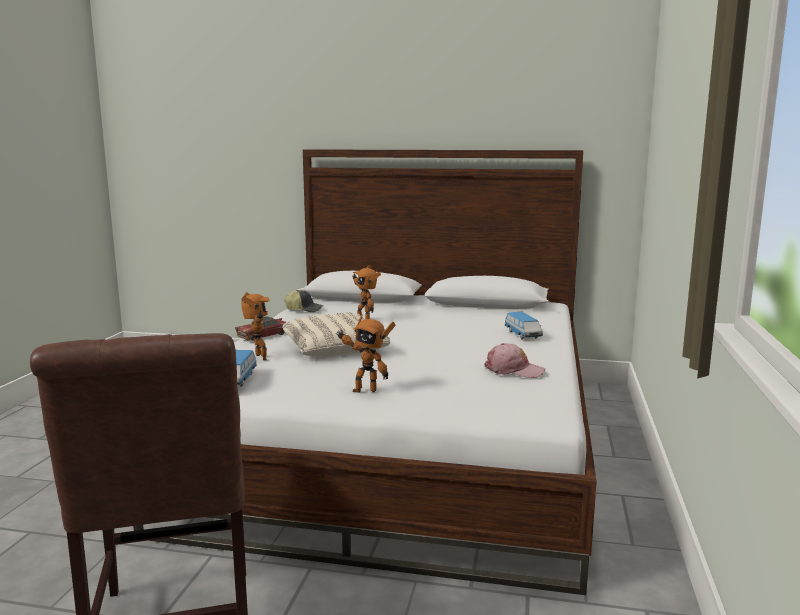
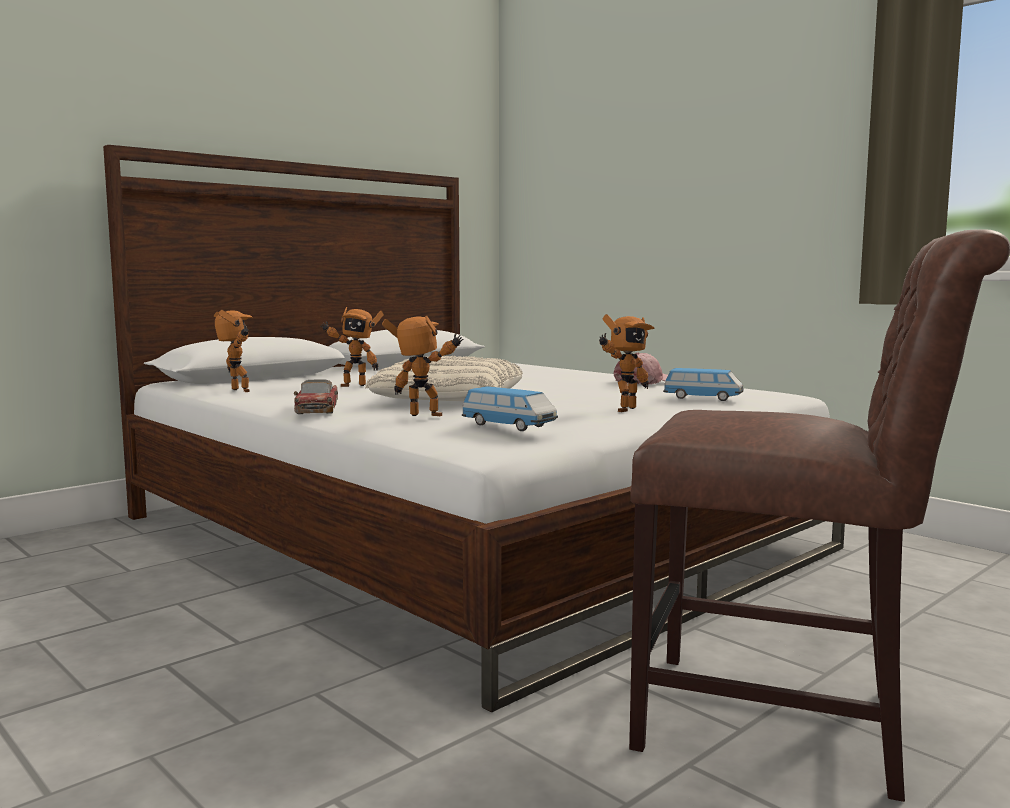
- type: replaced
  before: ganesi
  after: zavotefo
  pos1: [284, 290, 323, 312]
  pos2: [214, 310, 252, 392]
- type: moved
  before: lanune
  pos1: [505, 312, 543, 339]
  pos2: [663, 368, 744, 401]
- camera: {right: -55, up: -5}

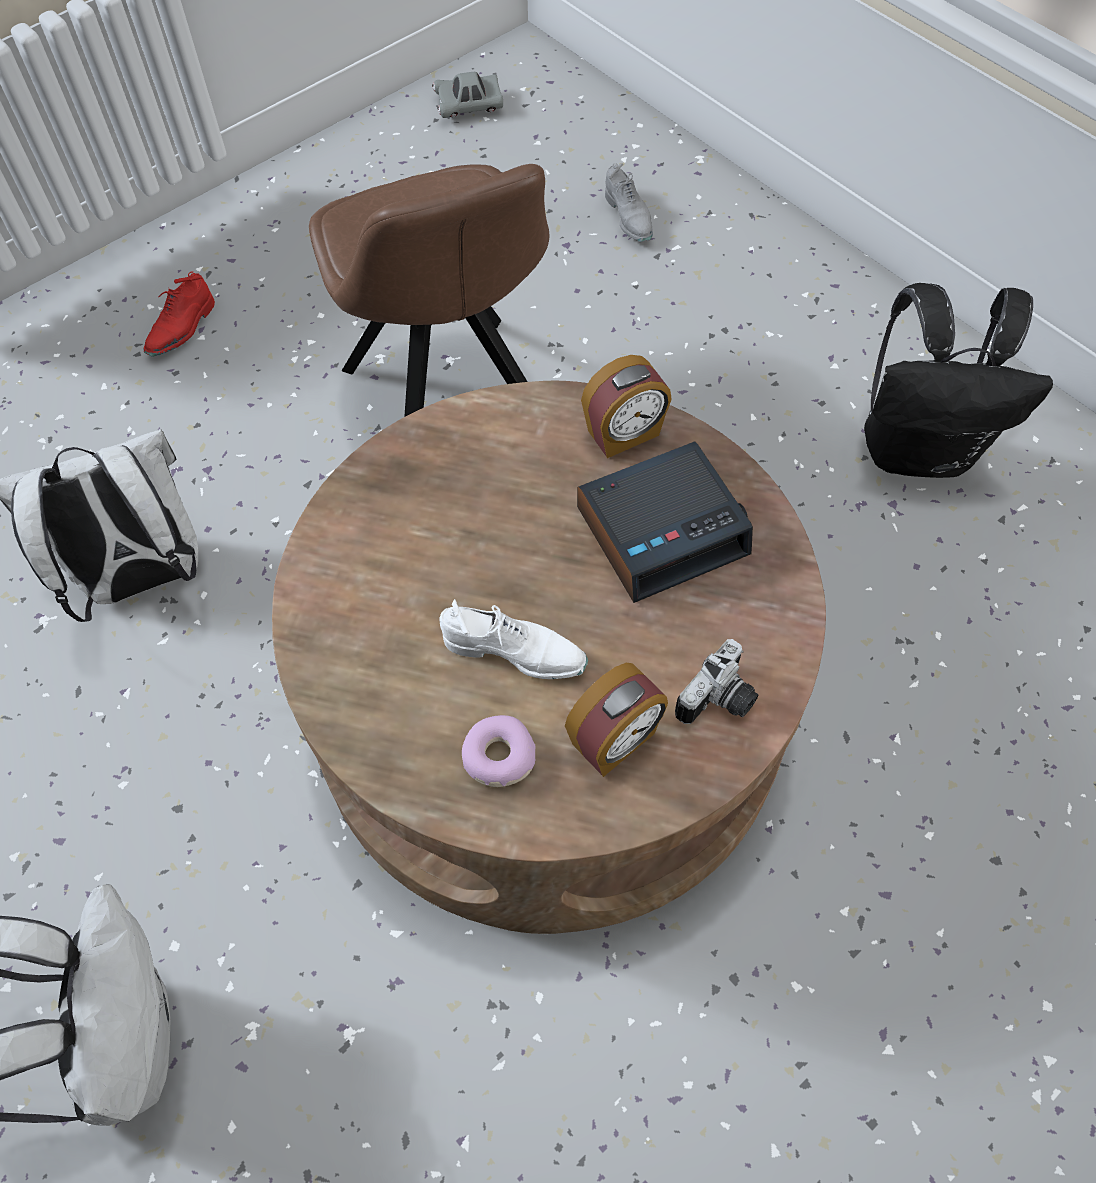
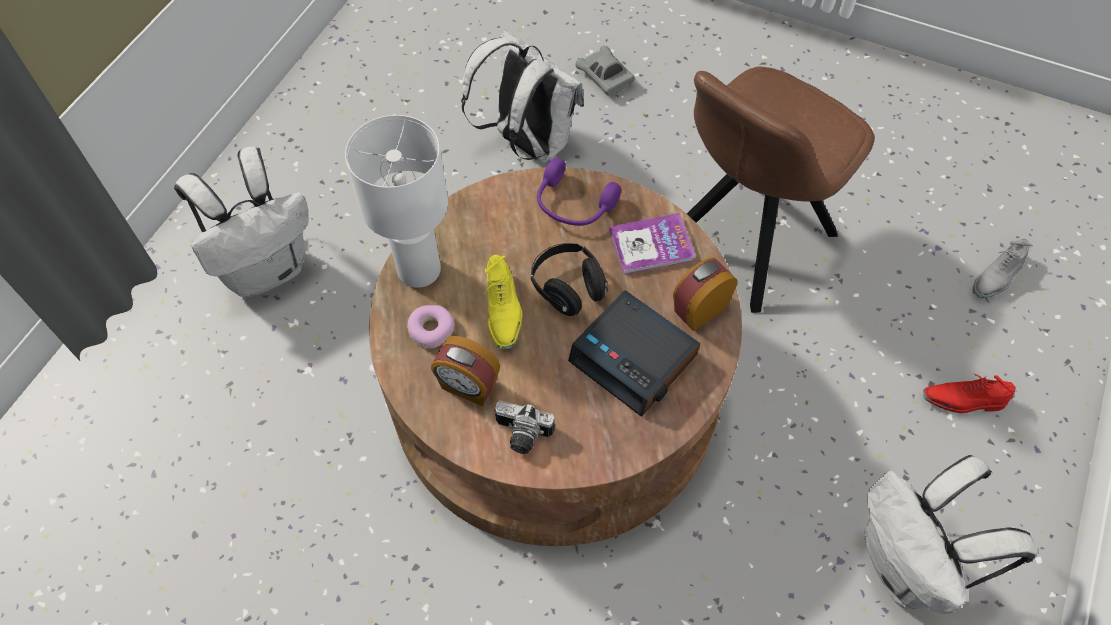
- type: added
  after: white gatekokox
  pos2: [345, 115, 448, 288]
- type: recoloured
  before: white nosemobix
  after: yellow nosemobix
  pos1: [439, 600, 588, 679]
  pos2: [485, 255, 522, 349]
- type: added
  after: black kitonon
  pos2: [531, 243, 608, 316]
- type: added
  after: purple kitonon
  pos2: [537, 158, 621, 226]
- type: moved
  before: grey lanune
  pos1: [432, 72, 503, 118]
  pos2: [576, 46, 635, 95]
- type: added
  after: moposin
  pos2: [609, 213, 696, 275]
- type: turned
  before: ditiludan
  pos1: [581, 355, 672, 458]
  pos2: [673, 257, 737, 331]
  turn: 105
- type: recoloured
  before: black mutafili
  after: white mutafili
  pos1: [864, 283, 1053, 478]
  pos2: [864, 455, 1037, 614]
- type: moved
  before: red nosemobix
  pos1: [143, 271, 215, 357]
  pos2: [923, 374, 1016, 413]
- camera: {right: 65, up: 0}

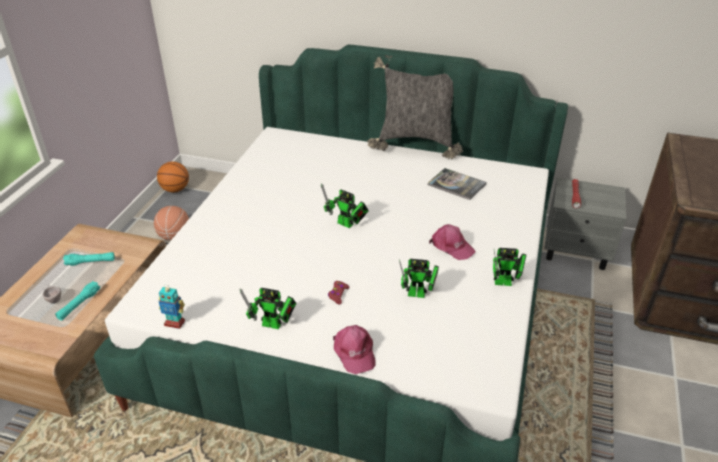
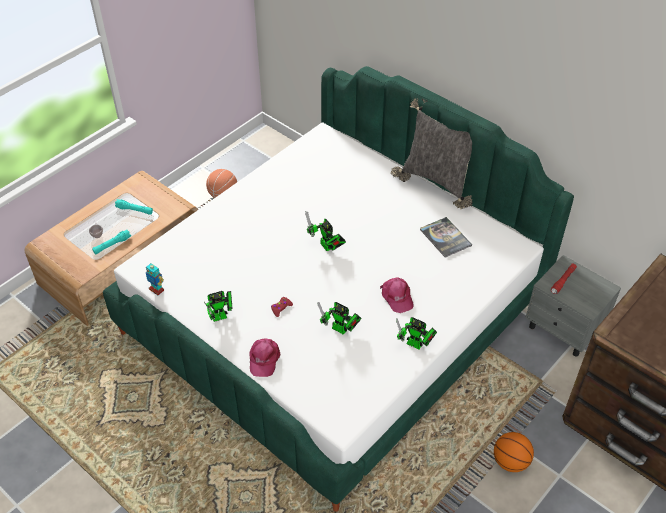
- type: turned
  before: zavotefo
  pos1: [240, 288, 296, 329]
  pos2: [204, 291, 232, 322]
  turn: -60
- type: moved
  before: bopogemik
  pos1: [157, 162, 189, 192]
  pos2: [494, 432, 534, 472]
- camera: {right: 25, up: 10}

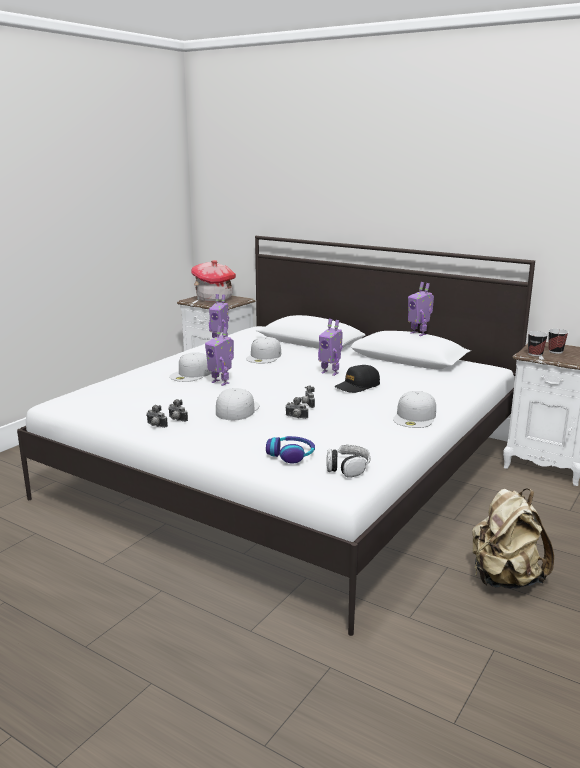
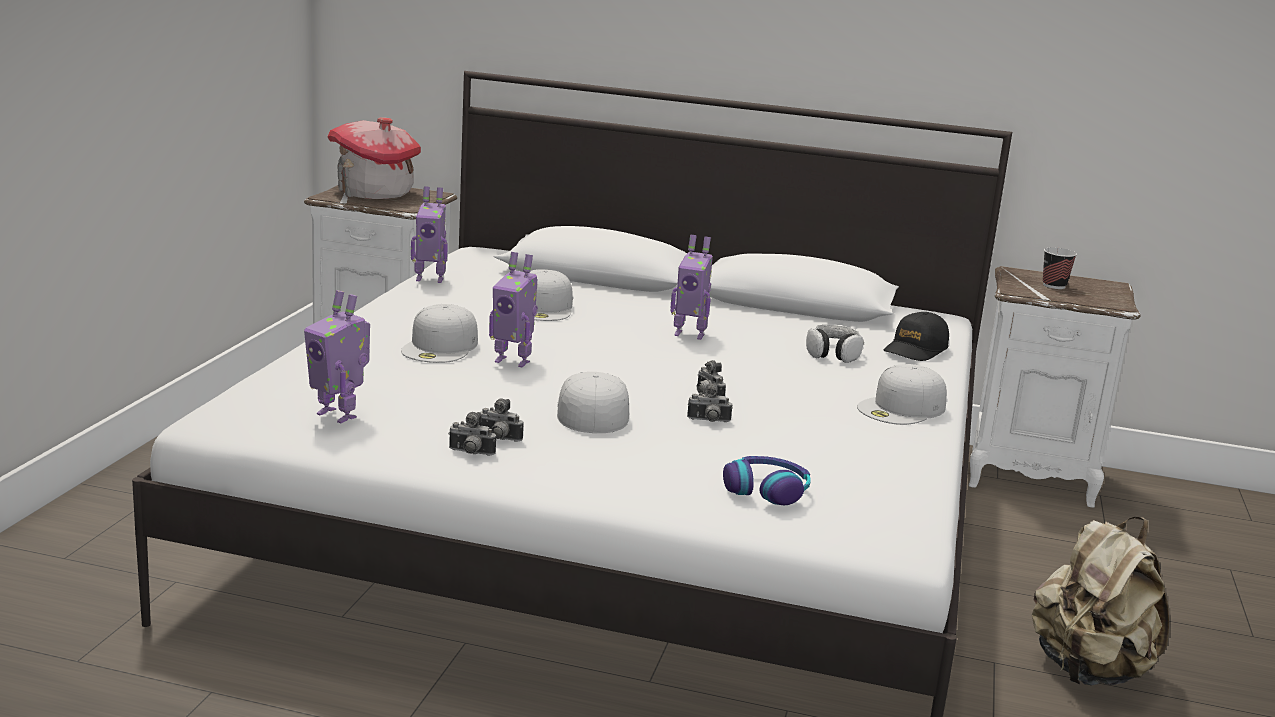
- type: moved
  before: zavotefo
  pos1: [408, 282, 434, 336]
  pos2: [304, 290, 370, 423]
- type: moved
  before: kitonon
  pos1: [327, 445, 370, 478]
  pos2: [806, 324, 864, 363]
- type: turned
  before: white ganesi
  pos1: [393, 391, 436, 428]
  pos2: [857, 364, 947, 425]
  turn: 45
- type: moved
  before: black ganesi
  pos1: [335, 365, 380, 393]
  pos2: [884, 312, 949, 361]
- type: removed
  before: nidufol
  pos1: [528, 331, 548, 356]
- camera: {right: -20, up: 0}

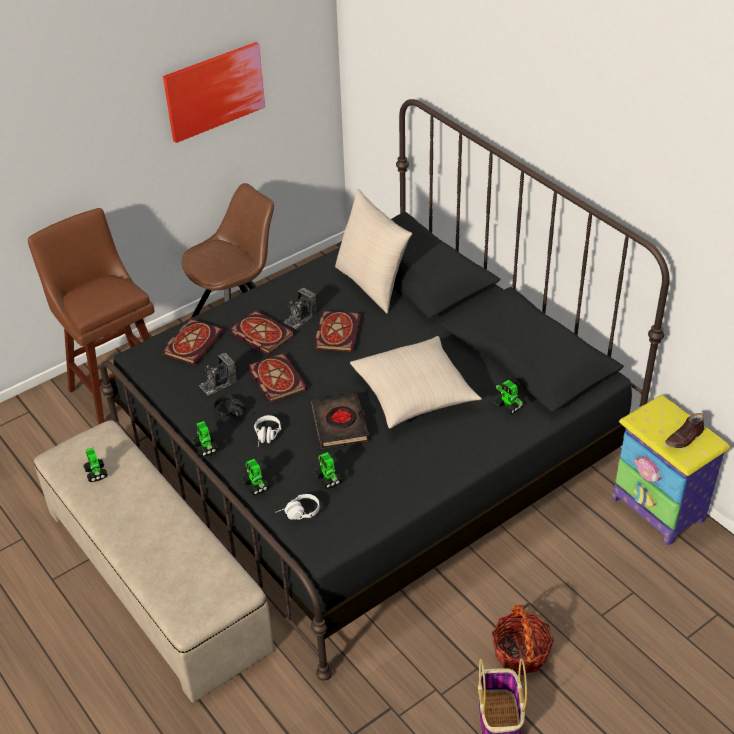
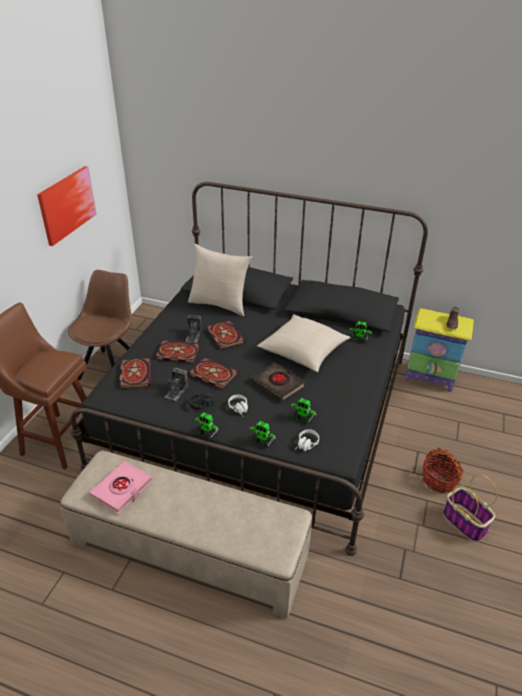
- type: replaced
  before: zavotefo
  after: pink moposin
  pos1: [83, 448, 108, 482]
  pos2: [89, 461, 153, 514]
- camera: {right: -35, up: -5}

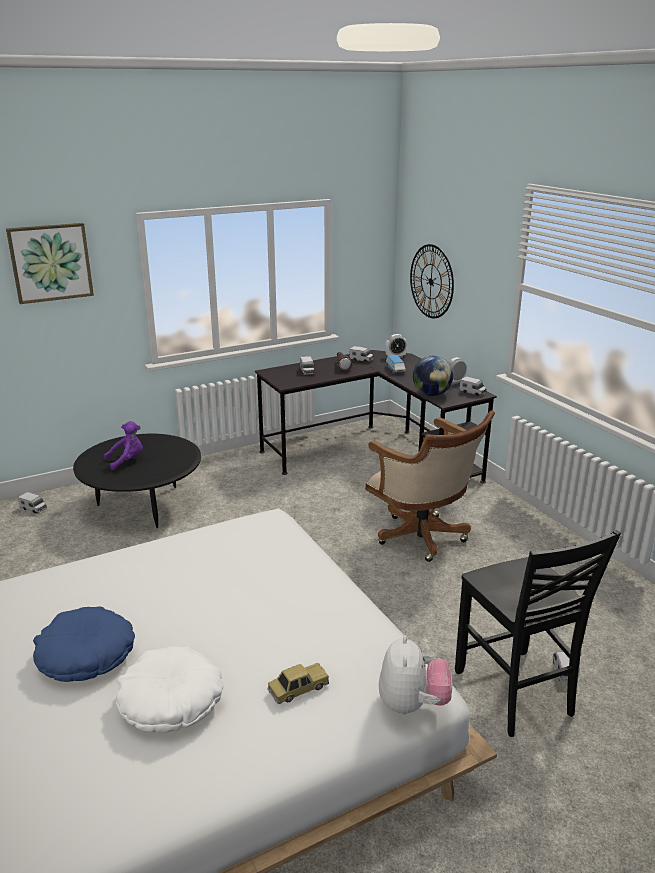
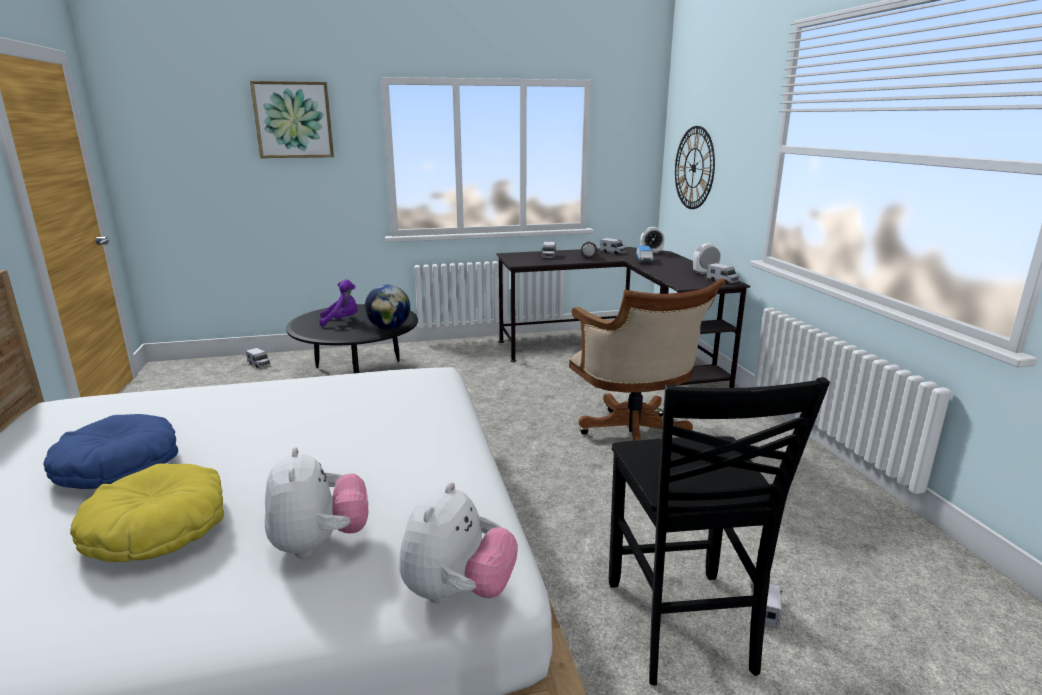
- type: recoloured
  before: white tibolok
  after: yellow tibolok
  pos1: [116, 646, 224, 733]
  pos2: [70, 463, 224, 562]
- type: replaced
  before: lanune
  after: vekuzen
  pos1: [268, 663, 329, 704]
  pos2: [265, 447, 368, 558]
- type: moved
  before: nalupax
  pos1: [413, 356, 453, 396]
  pos2: [365, 284, 410, 329]
- camera: {right: 15, up: -5}

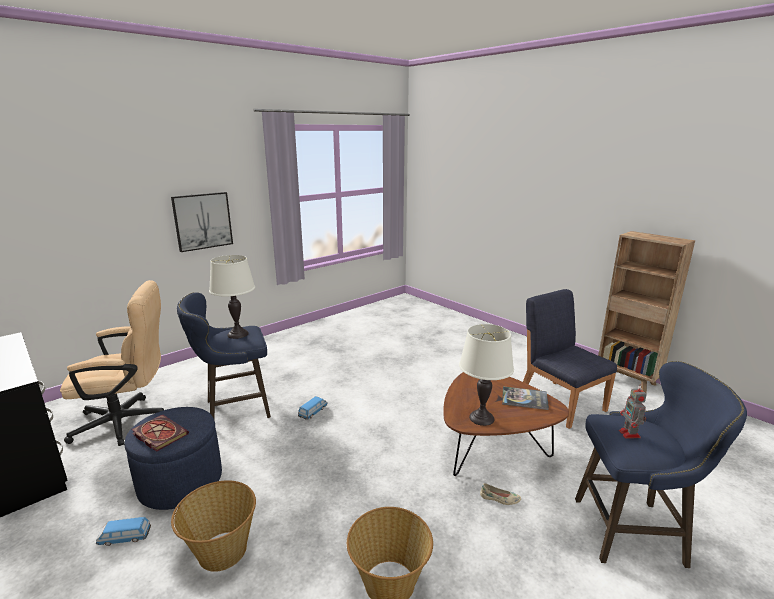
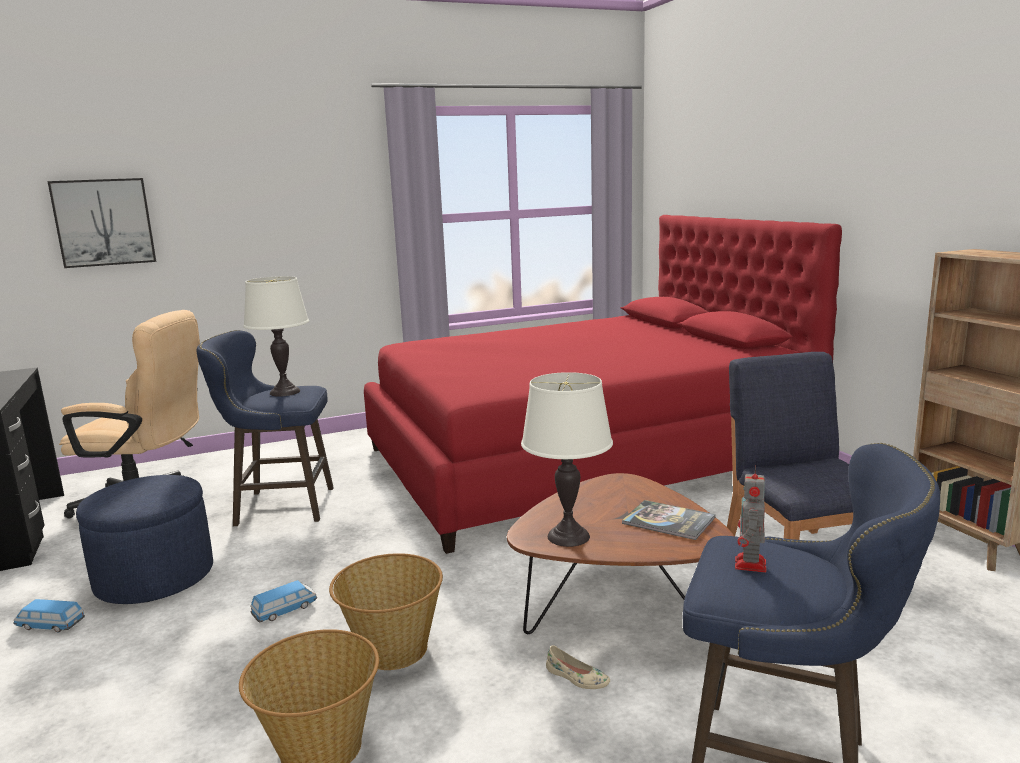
- type: moved
  before: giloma
  pos1: [171, 192, 233, 252]
  pos2: [47, 178, 156, 268]
- type: moved
  before: lanune
  pos1: [298, 396, 328, 420]
  pos2: [251, 580, 317, 622]
- type: moved
  before: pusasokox
  pos1: [171, 480, 256, 572]
  pos2: [329, 553, 443, 670]
- type: added
  after: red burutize
  pos2: [364, 215, 842, 554]
- type: removed
  before: moposin
  pos1: [131, 414, 189, 452]
- camera: {right: 20, up: -5}

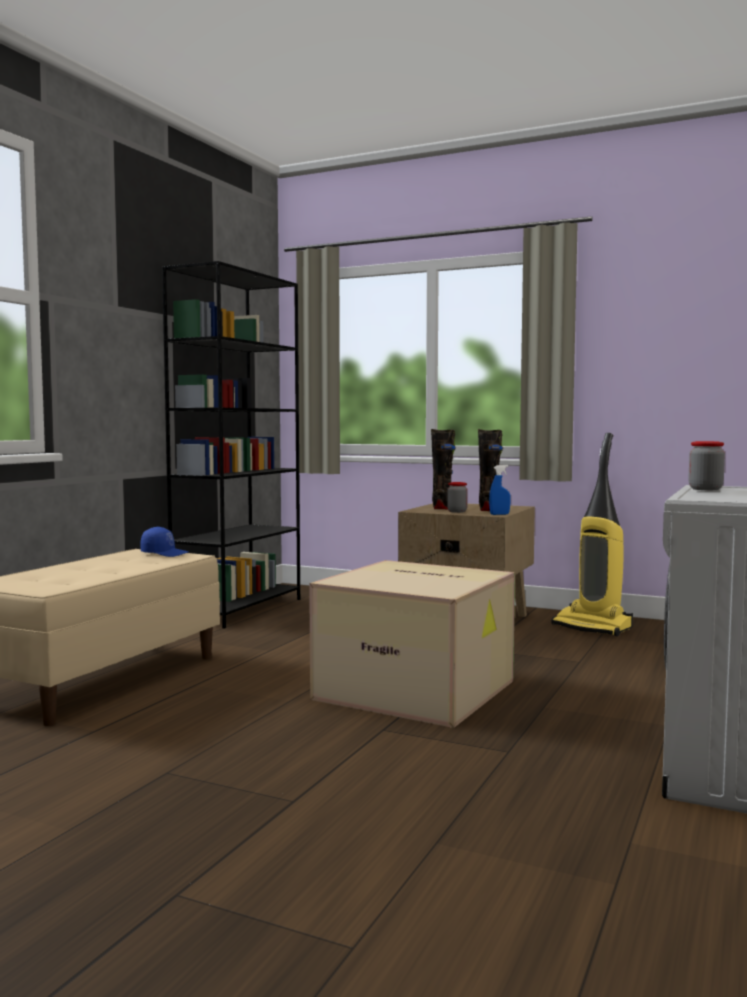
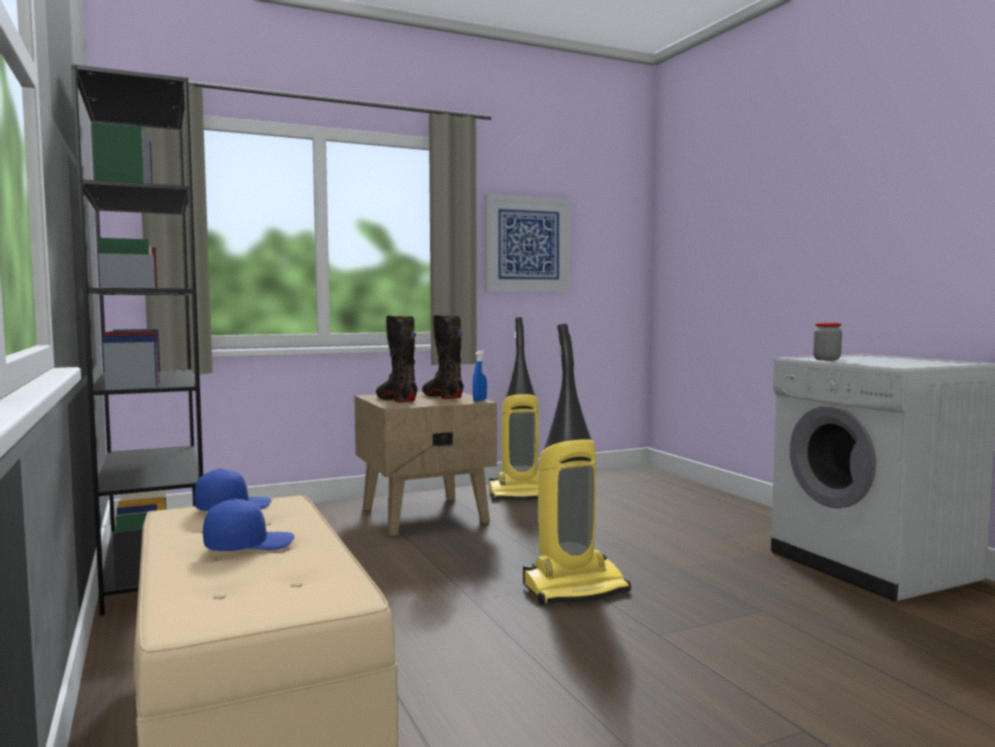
- type: added
  after: blue ganesi
  pos2: [203, 499, 295, 551]
- type: added
  after: giloma
  pos2: [485, 194, 571, 292]
- type: replaced
  before: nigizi
  after: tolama
  pos1: [309, 560, 515, 728]
  pos2: [523, 324, 631, 605]
- type: removed
  before: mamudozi
  pos1: [447, 482, 468, 513]
- camera: {right: -50, up: 0}

